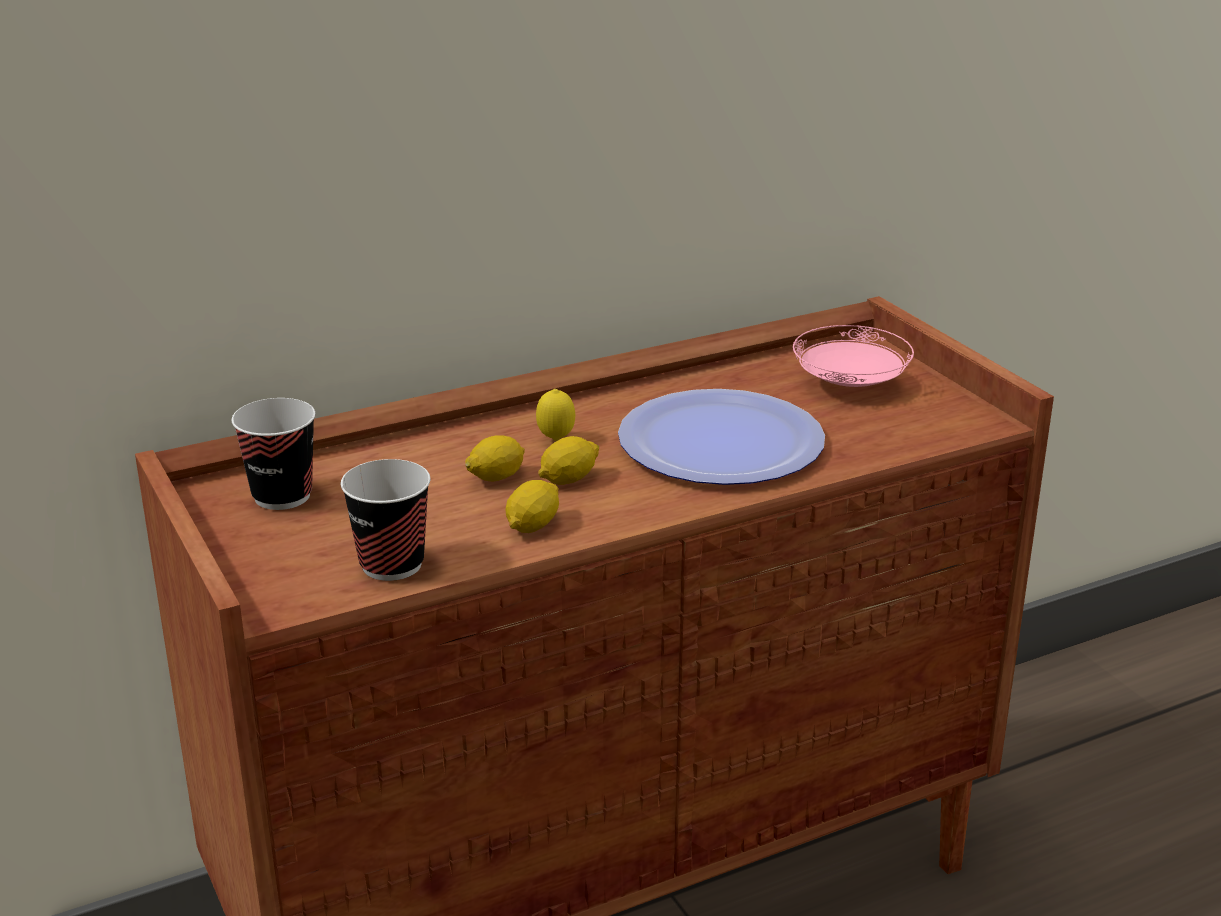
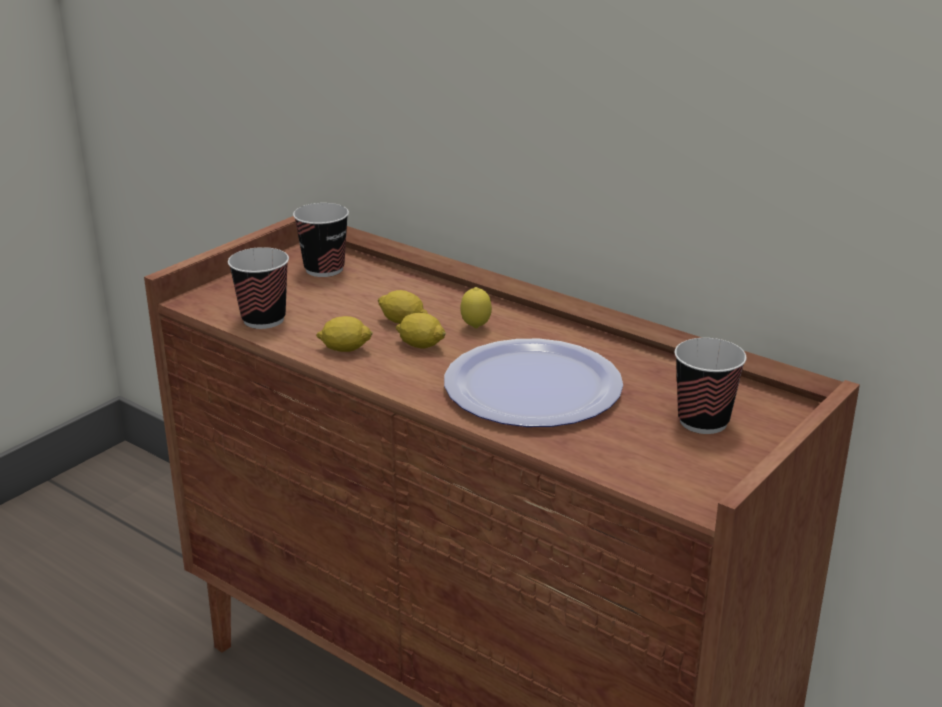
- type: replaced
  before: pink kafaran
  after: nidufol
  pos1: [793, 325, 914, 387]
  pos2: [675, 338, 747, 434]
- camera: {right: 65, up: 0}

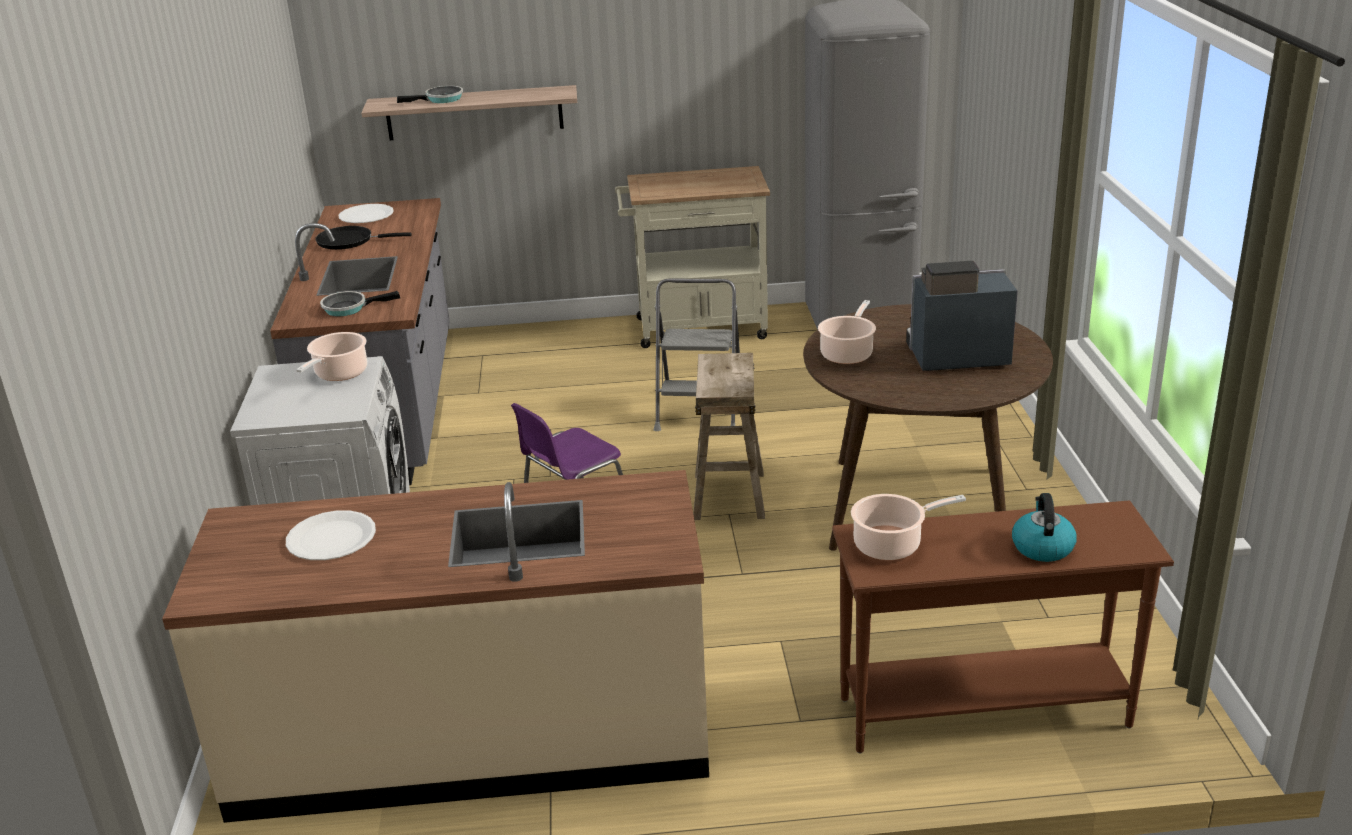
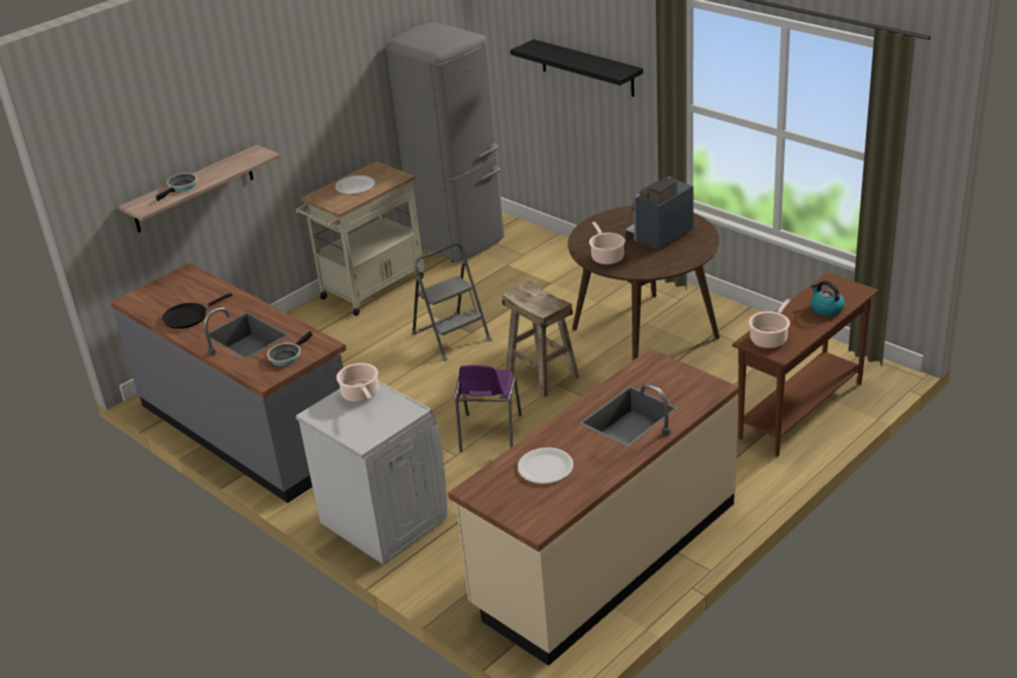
- type: moved
  before: white kafaran
  pos1: [339, 204, 394, 223]
  pos2: [335, 175, 375, 194]
- type: added
  after: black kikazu
  pos2: [510, 39, 643, 97]
- camera: {right: -40, up: 5}

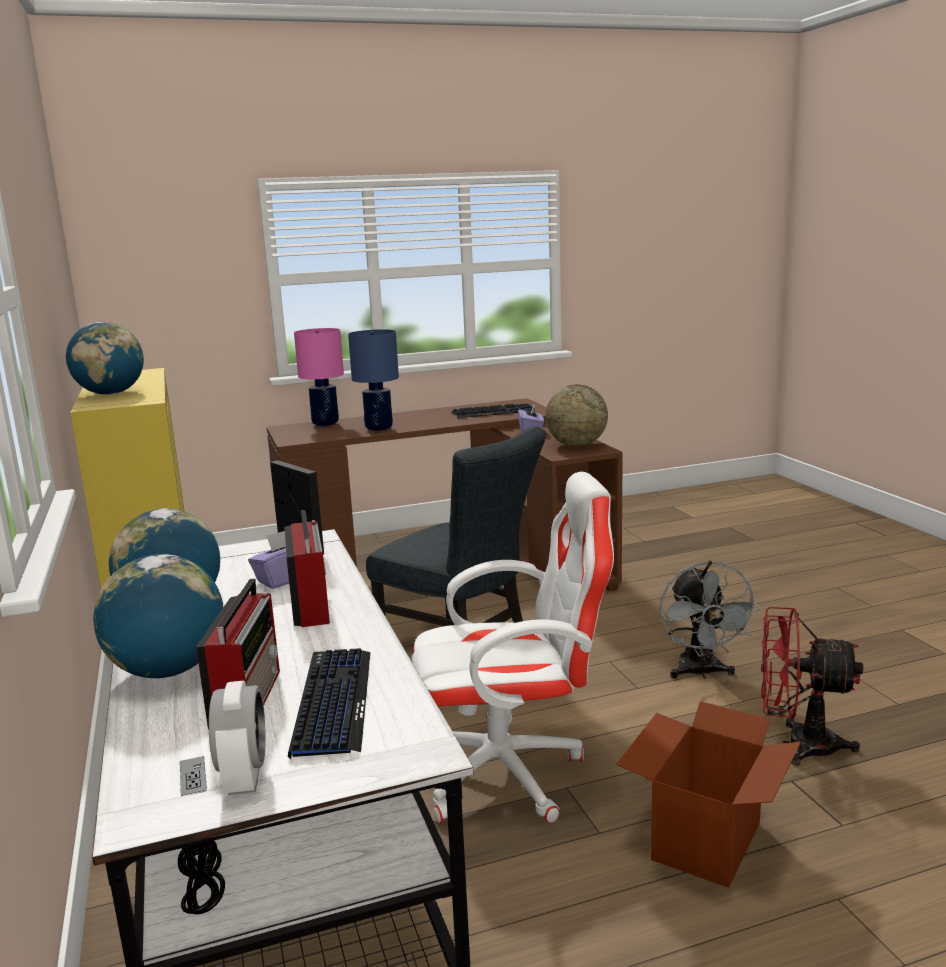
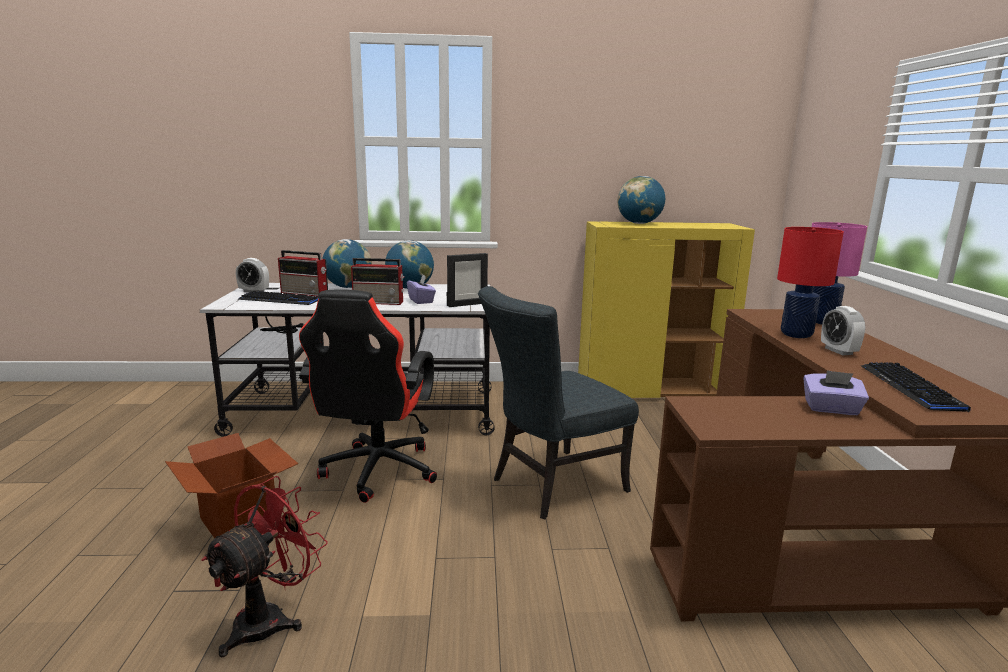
- type: recoloured
  before: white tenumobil
  after: black tenumobil
  pos1: [412, 472, 614, 824]
  pos2: [299, 289, 437, 503]
- type: recoloured
  before: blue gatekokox
  after: red gatekokox
  pos1: [348, 329, 399, 431]
  pos2: [777, 227, 844, 338]
- type: added
  after: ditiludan
  pos2: [821, 306, 865, 355]
- type: removed
  before: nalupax
  pos1: [545, 384, 608, 447]
- type: removed
  before: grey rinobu
  pos1: [659, 561, 760, 679]
- camera: {right: 105, up: 0}

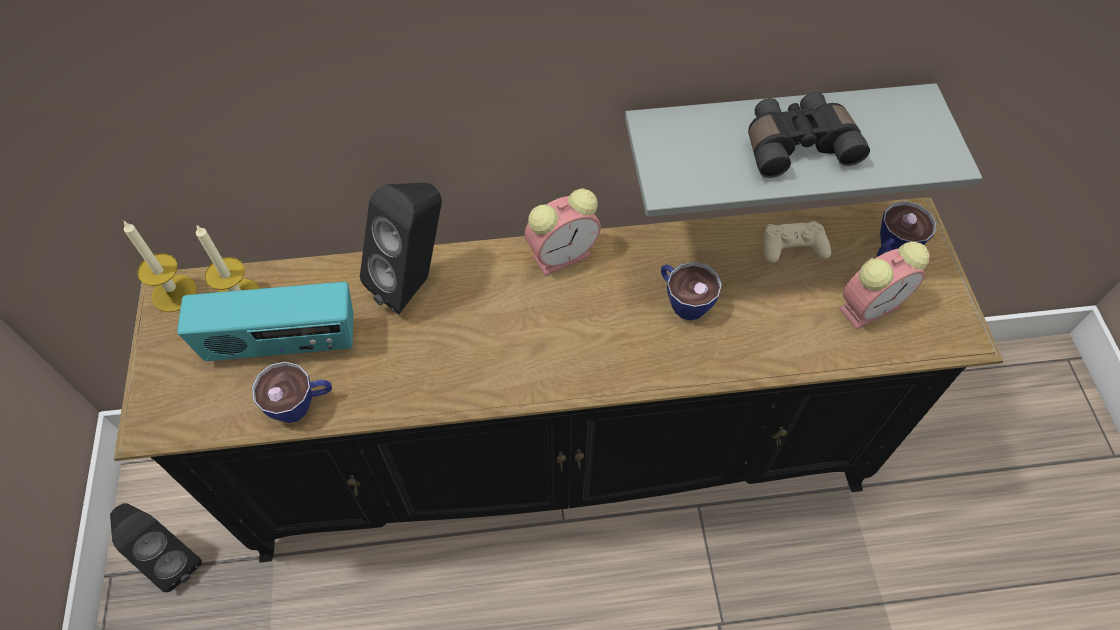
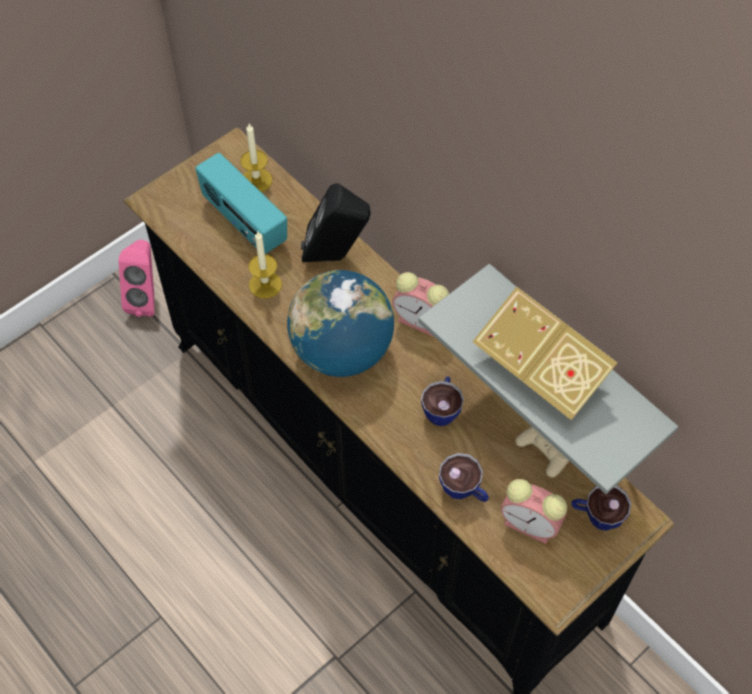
- type: recoloured
  before: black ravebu
  after: pink ravebu
  pos1: [110, 503, 202, 592]
  pos2: [118, 240, 154, 317]
- type: moved
  before: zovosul
  pos1: [123, 220, 197, 312]
  pos2: [248, 231, 282, 298]
- type: added
  after: nalupax
  pos2: [287, 270, 394, 377]
- type: moved
  before: nidufol
  pos1: [252, 361, 332, 423]
  pos2: [439, 453, 489, 502]
- type: replaced
  before: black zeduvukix
  after: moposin
  pos1: [748, 92, 870, 178]
  pos2: [473, 287, 617, 420]
- camera: {right: 55, up: 0}

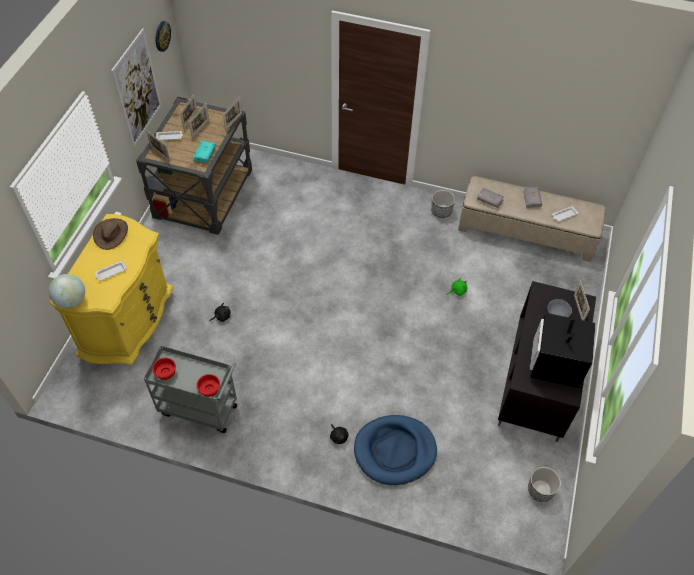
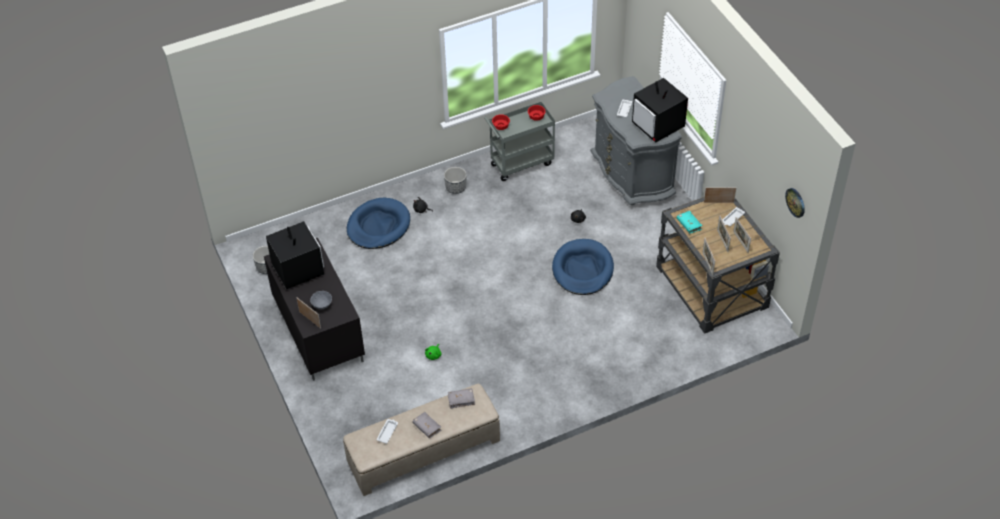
- type: moved
  before: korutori
  pos1: [431, 190, 455, 218]
  pos2: [444, 167, 467, 194]
- type: added
  after: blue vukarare
  pos2: [552, 239, 614, 295]
- type: recoloured
  before: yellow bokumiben
  after: grey bokumiben
  pos1: [50, 214, 173, 365]
  pos2: [590, 76, 682, 205]
- type: replaced
  before: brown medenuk
  after: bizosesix
  pos1: [93, 218, 128, 250]
  pos2: [632, 78, 688, 143]
- type: removed
  before: nalupax
  pos1: [48, 274, 85, 308]
- type: removed
  before: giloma
  pos1: [111, 28, 162, 147]
- camera: {right: 140, up: -5}

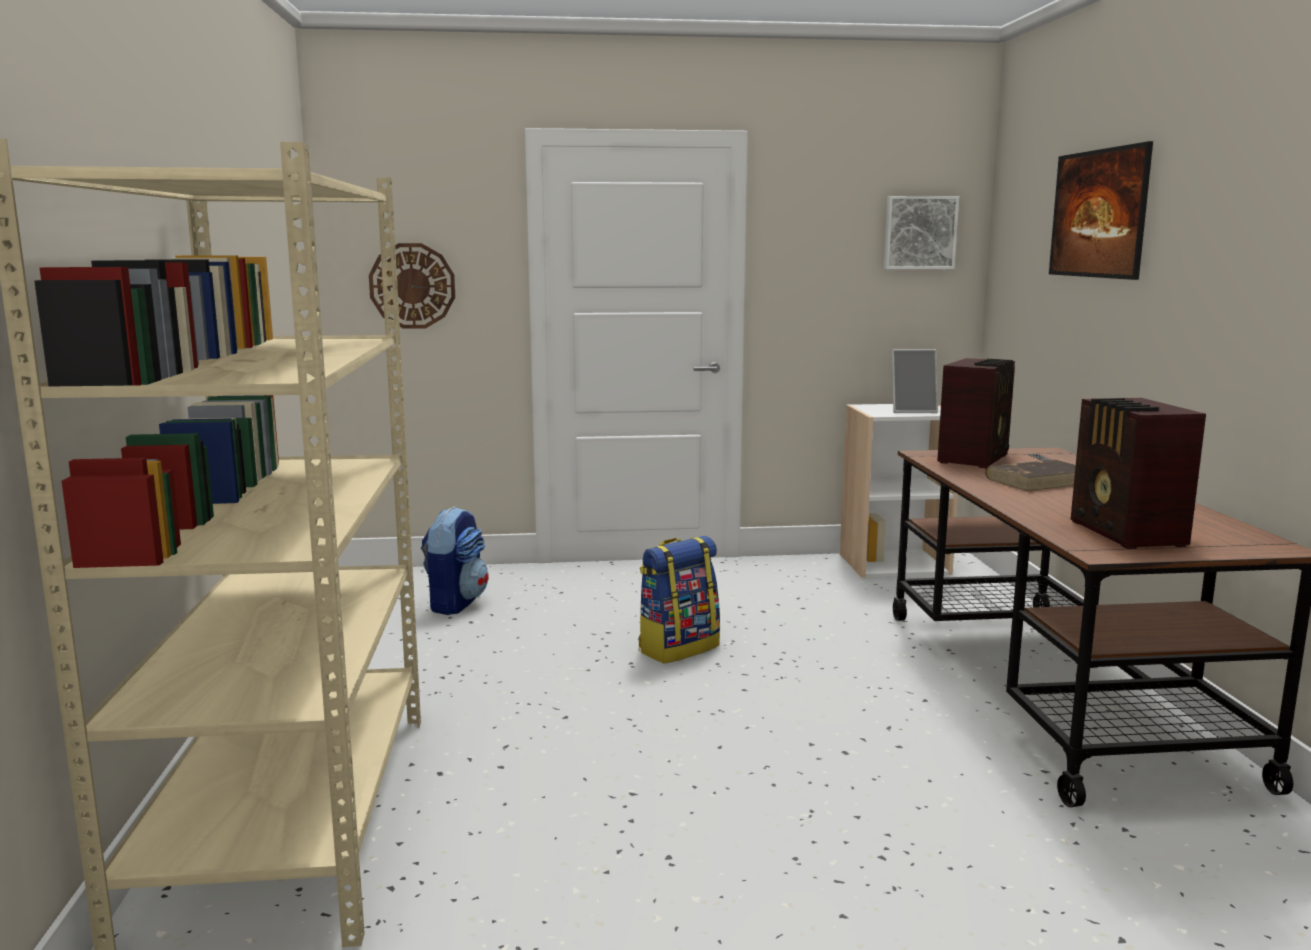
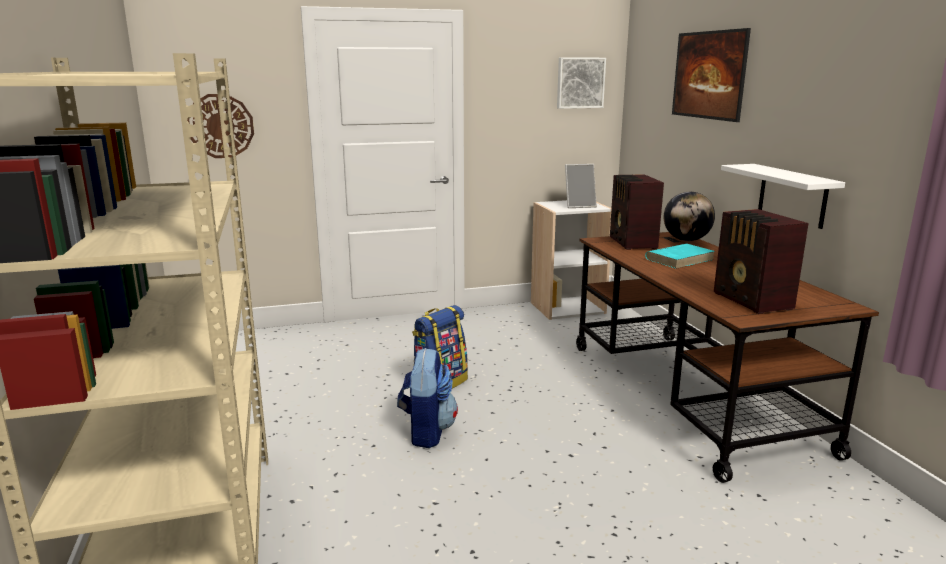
- type: moved
  before: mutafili
  pos1: [421, 506, 489, 615]
  pos2: [397, 348, 458, 448]
- type: turned
  before: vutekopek
  pos1: [937, 358, 1015, 469]
  pos2: [610, 174, 664, 250]
  turn: 150
- type: recoloured
  before: brown moposin
  after: turquoise moposin
  pos1: [985, 460, 1076, 491]
  pos2: [645, 244, 715, 269]
- type: added
  after: nalupax
  pos2: [664, 192, 715, 241]
- type: added
  after: white kikazu
  pos2: [721, 164, 845, 229]
- camera: {right: -10, up: 5}

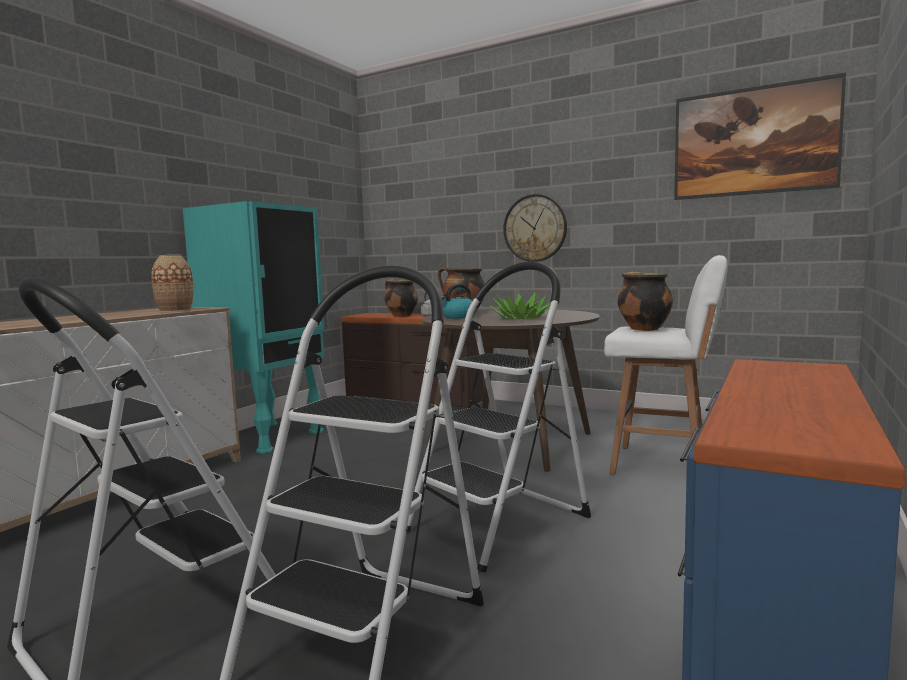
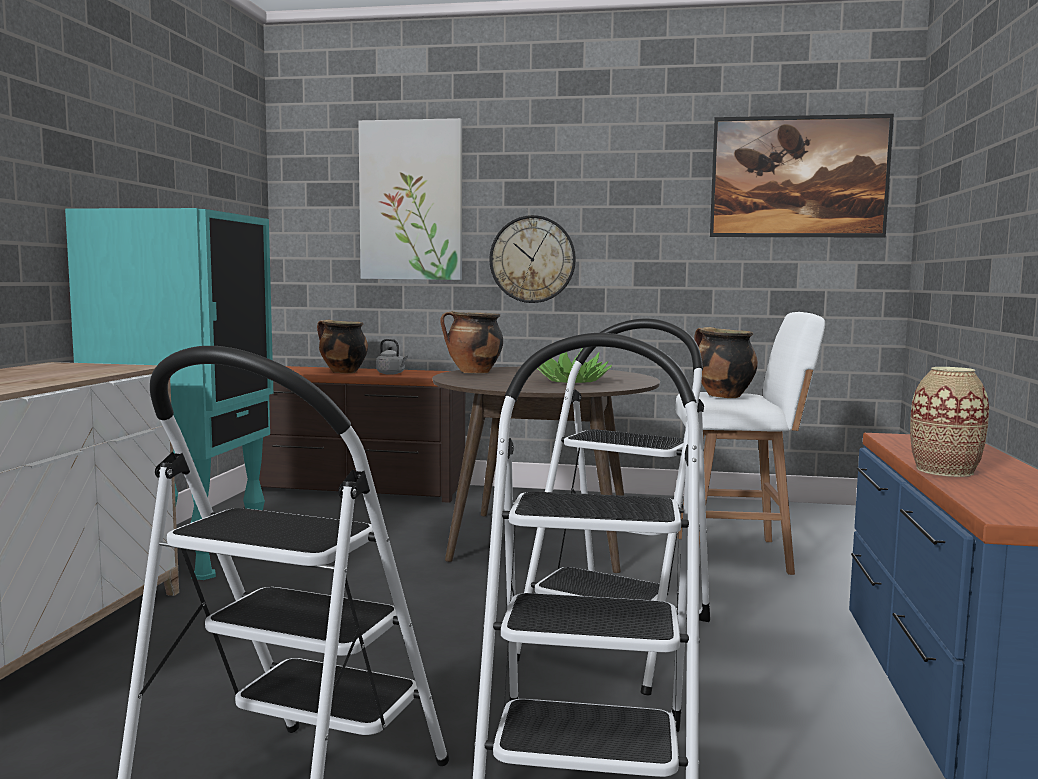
- type: added
  after: giloma
  pos2: [358, 118, 462, 280]
- type: moved
  before: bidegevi
  pos1: [151, 255, 193, 312]
  pos2: [910, 367, 989, 477]
- type: removed
  before: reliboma
  pos1: [441, 284, 477, 319]
- camera: {right: -20, up: 0}

